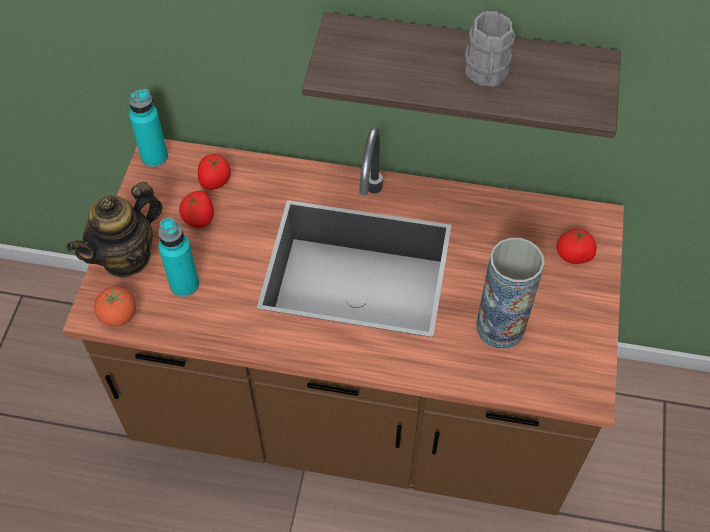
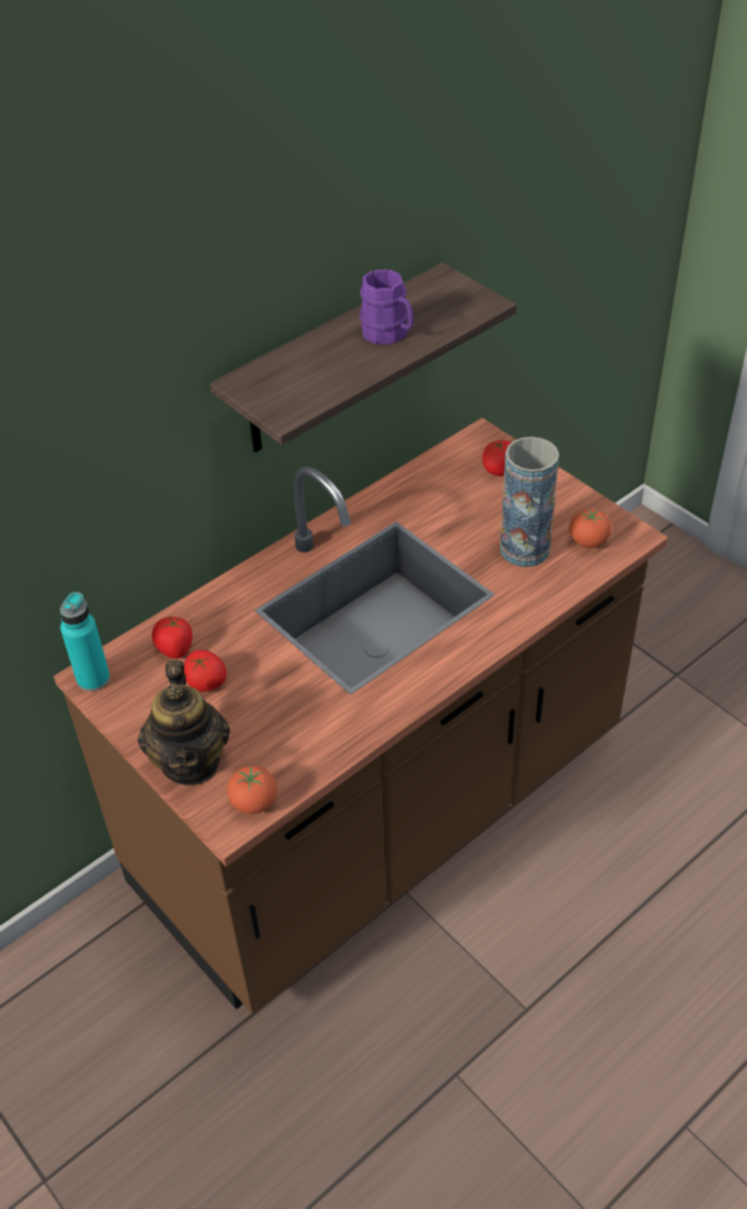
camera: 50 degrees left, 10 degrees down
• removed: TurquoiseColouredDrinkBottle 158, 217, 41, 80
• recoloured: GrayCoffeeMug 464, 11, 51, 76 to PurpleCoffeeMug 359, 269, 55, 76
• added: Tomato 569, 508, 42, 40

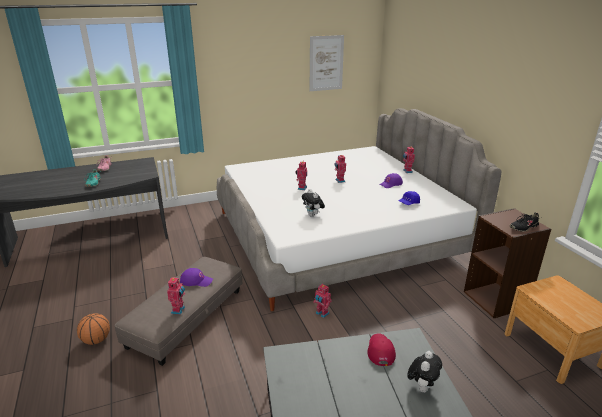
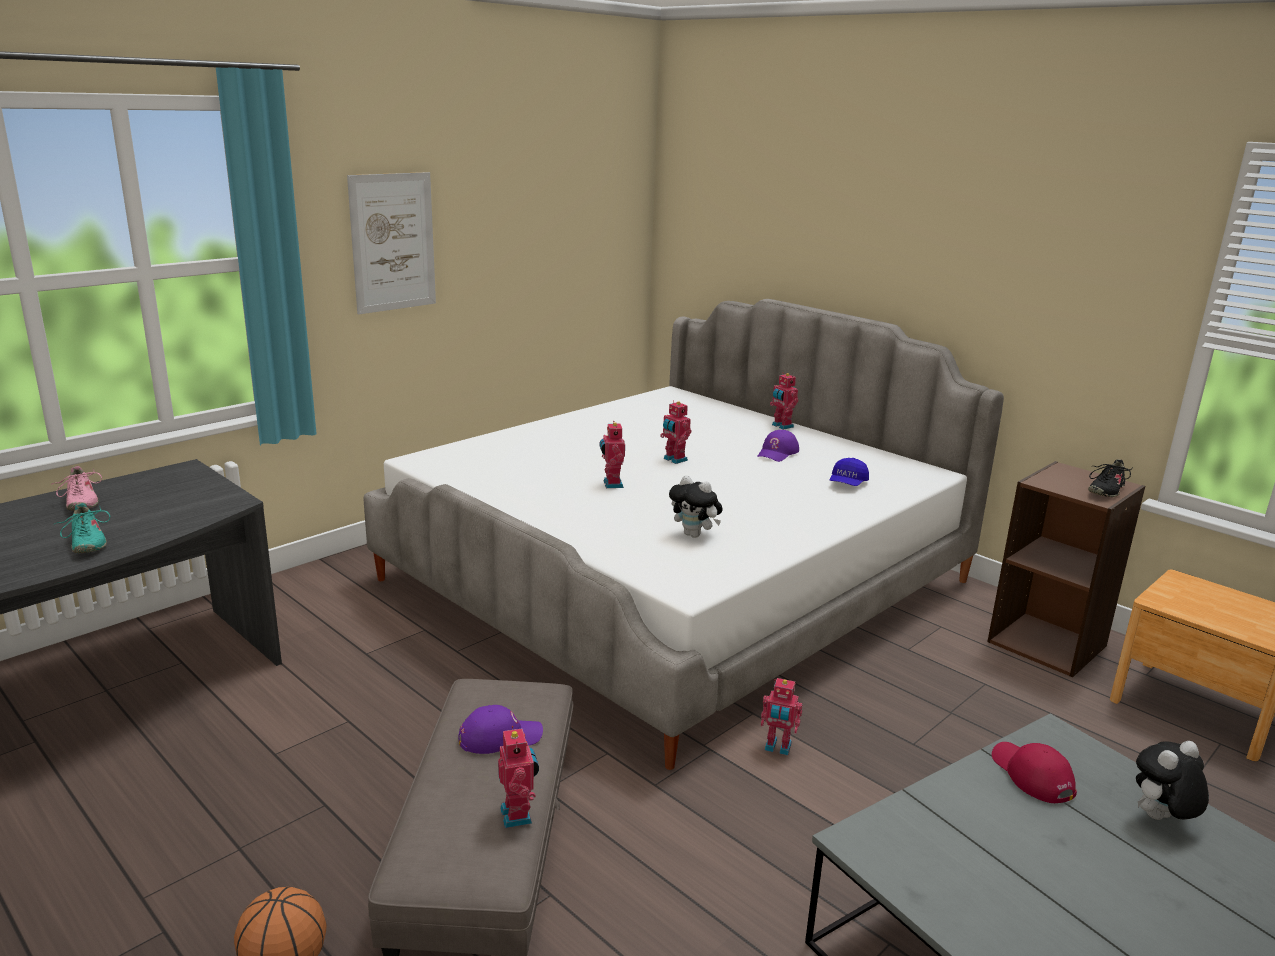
camera: 25 degrees left, 5 degrees down
• moved: WallArt 310, 35, 34, 56 to 347, 172, 89, 142
• turned: SoftToy 407, 351, 35, 42 = 1136, 741, 73, 79 120 degrees counterclockwise

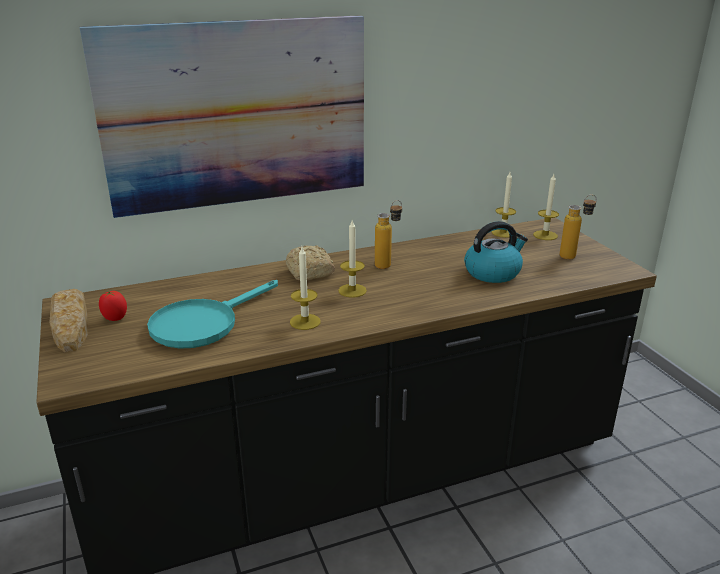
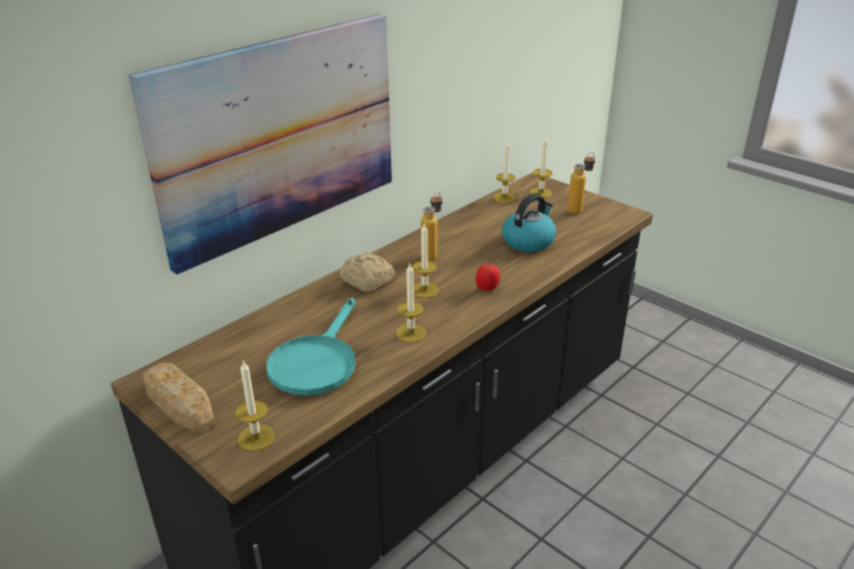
camera: 25 degrees left, 5 degrees up
• moved: Tomato 99, 291, 28, 30 to 476, 263, 24, 28
• added: WaxCandle 236, 360, 39, 91

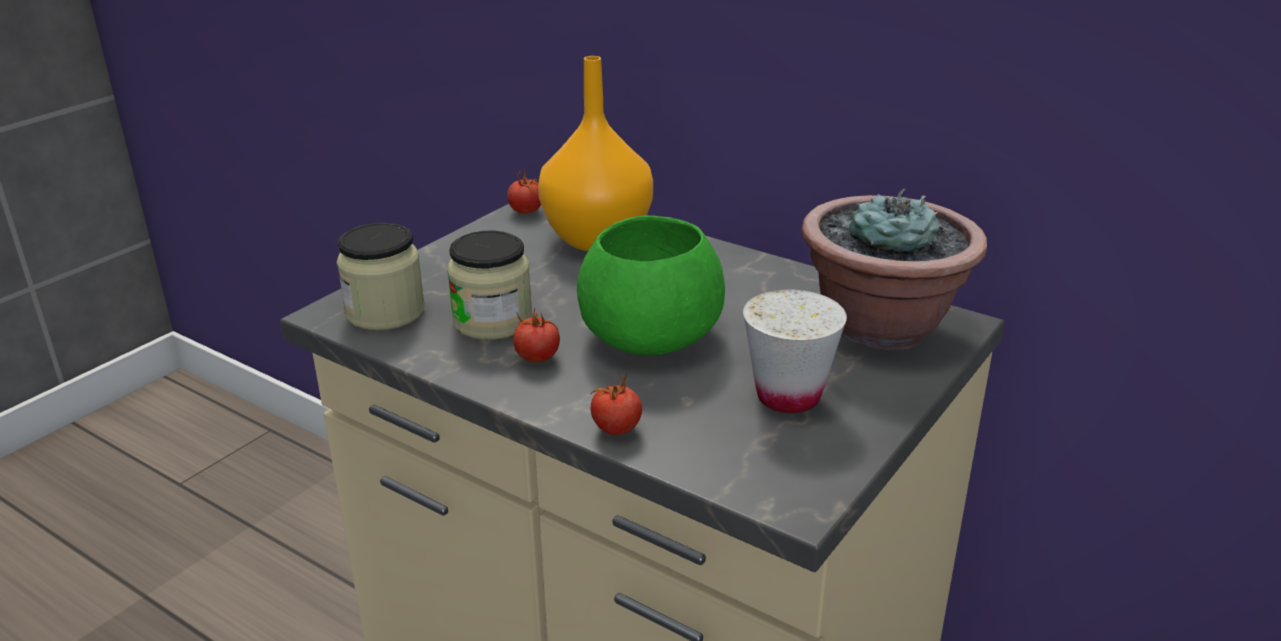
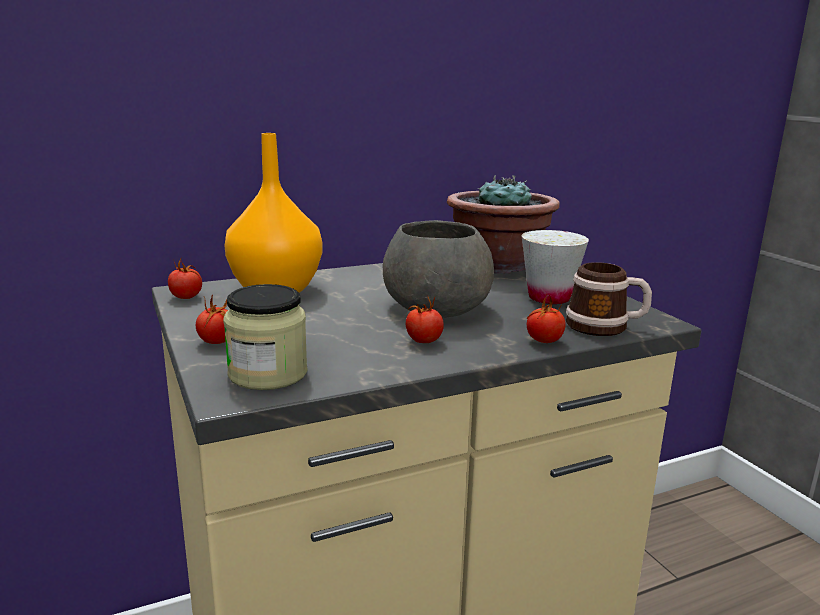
camera: 60 degrees left, 10 degrees down
• removed: StorageJar 447, 231, 85, 109
• recoloured: GreenServingBowl 577, 215, 148, 140 to GrayServingBowl 382, 220, 112, 98
• added: Tomato 196, 295, 32, 49
• added: CoffeeMug 566, 262, 86, 74

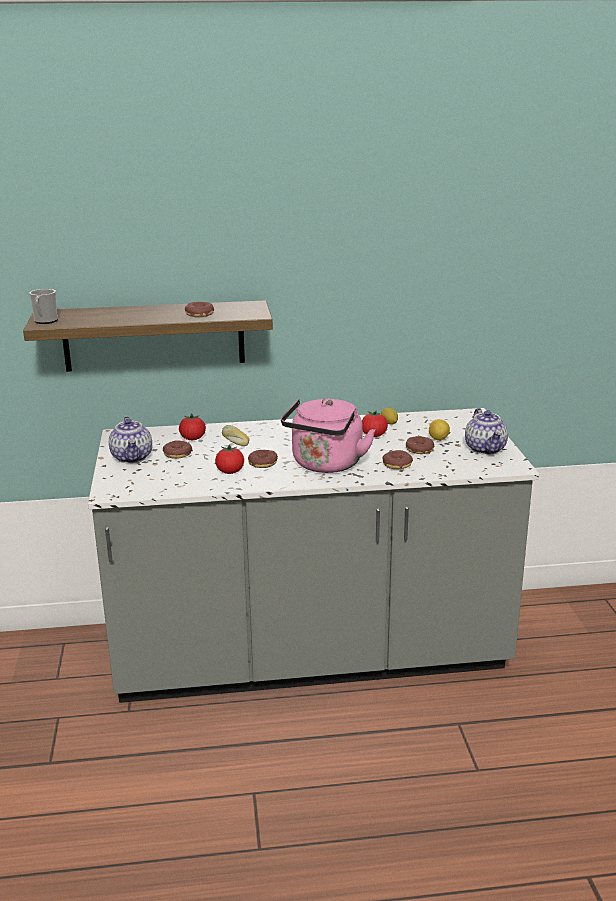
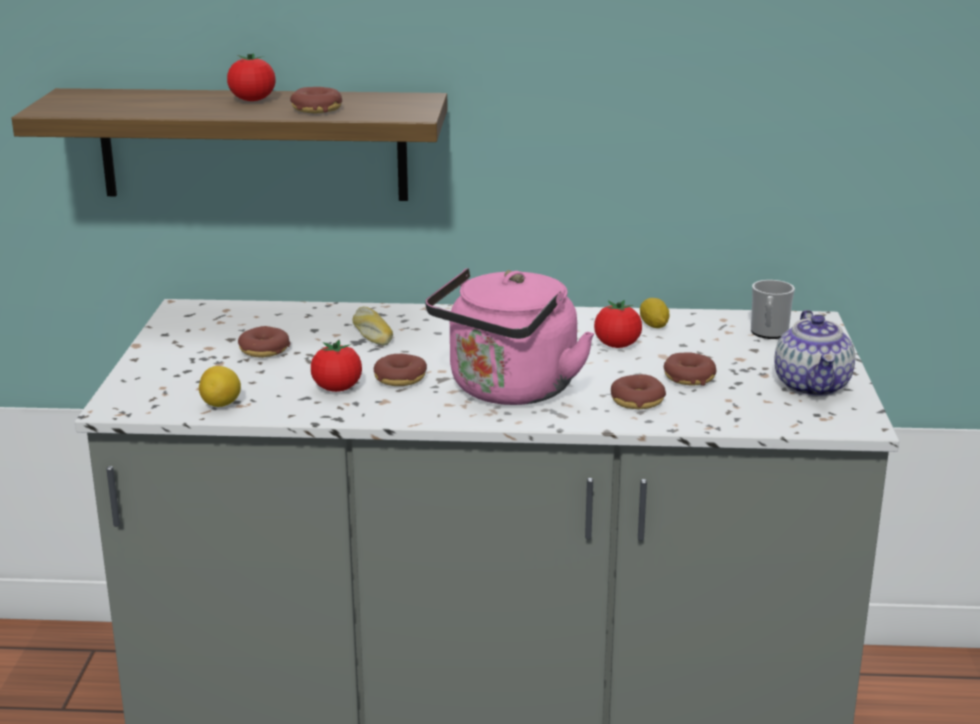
camera: 10 degrees right, 0 degrees up
• moved: CoffeeMug 29, 289, 29, 35 to 751, 280, 44, 59
• removed: Teapot 109, 416, 43, 47
• moved: Tomato 179, 413, 27, 27 to 227, 53, 49, 48
• moved: WholeLemon 429, 419, 21, 21 to 199, 366, 42, 41

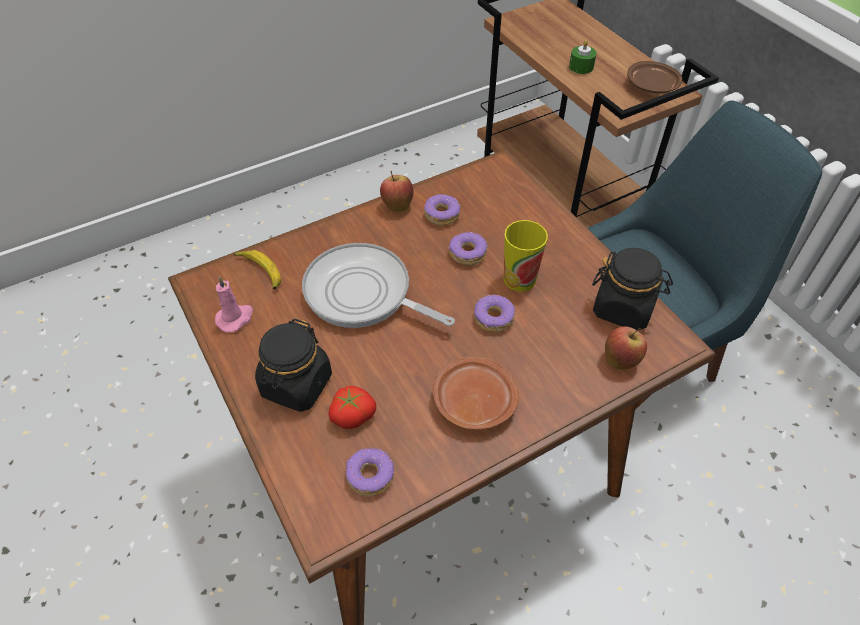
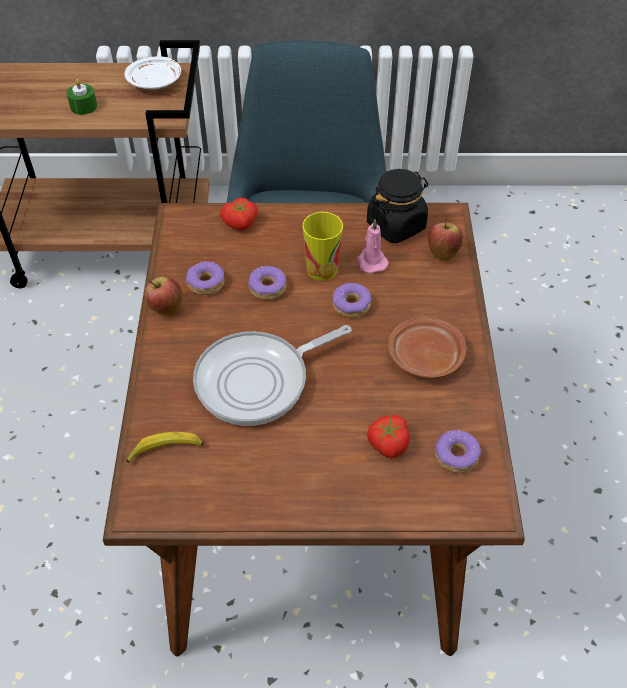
camera: 60 degrees left, 0 degrees up
• moved: PinkishWaxCandle 215, 276, 38, 57 to 357, 219, 32, 54
• removed: BlackStorageJar 255, 319, 77, 93
• recoloured: BrownColouredDinnerPlate 627, 61, 55, 32 to WhitishDinnerPlate 125, 57, 56, 32
• added: Tomato 220, 198, 38, 32

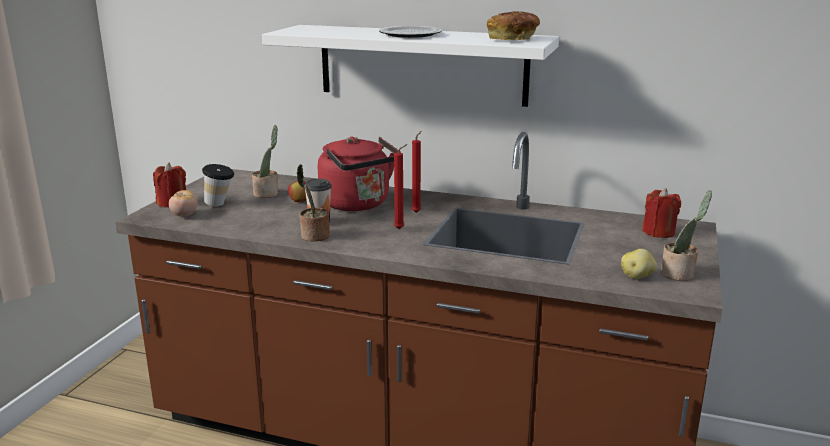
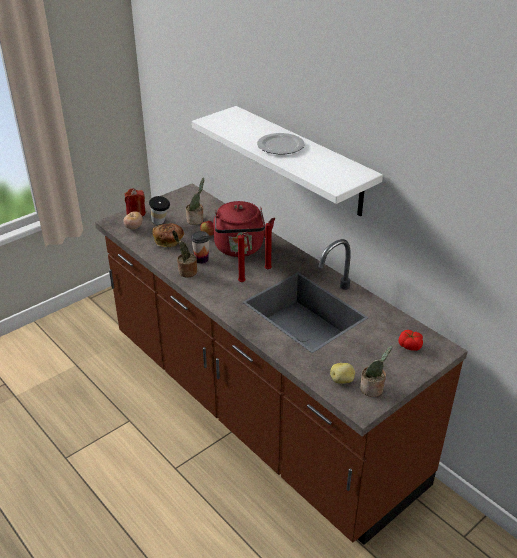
camera: 30 degrees right, 15 degrees up
• moved: BakedBread 487, 11, 53, 29 to 153, 223, 31, 24
• replaced: RedColouredWaxCandle 642, 188, 39, 50 to Tomato 398, 330, 25, 21

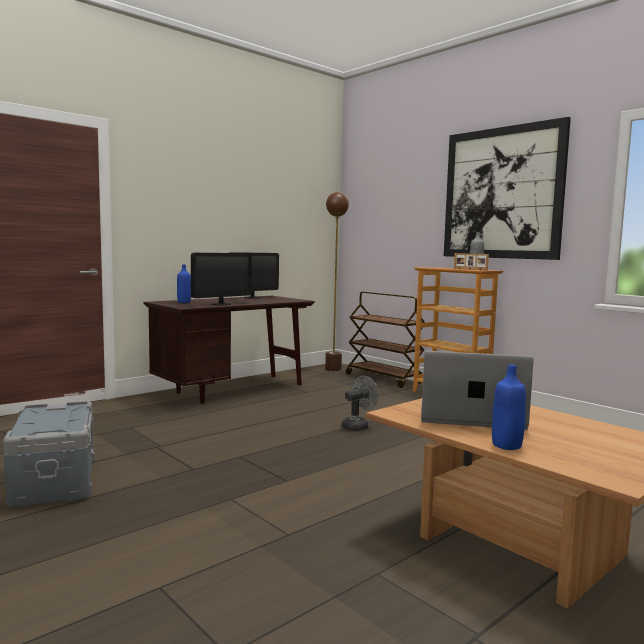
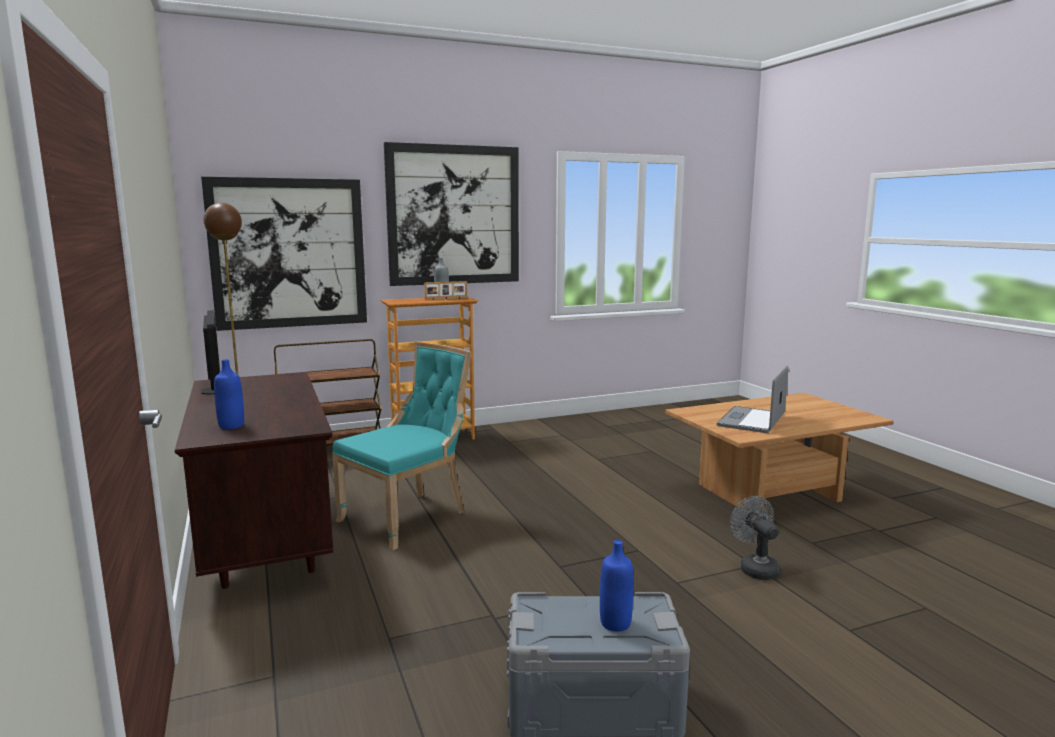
camera: 70 degrees left, 5 degrees up
• removed: ComputerDisplay 191, 253, 61, 52
• moved: GrayElectricFan 341, 376, 38, 55 to 730, 496, 51, 84
• moved: BlueColouredDrinkBottle 492, 365, 34, 85 to 600, 540, 33, 91
• added: WallArt 201, 177, 166, 154
• added: TurquoiseColouredUprightChair 332, 342, 140, 208

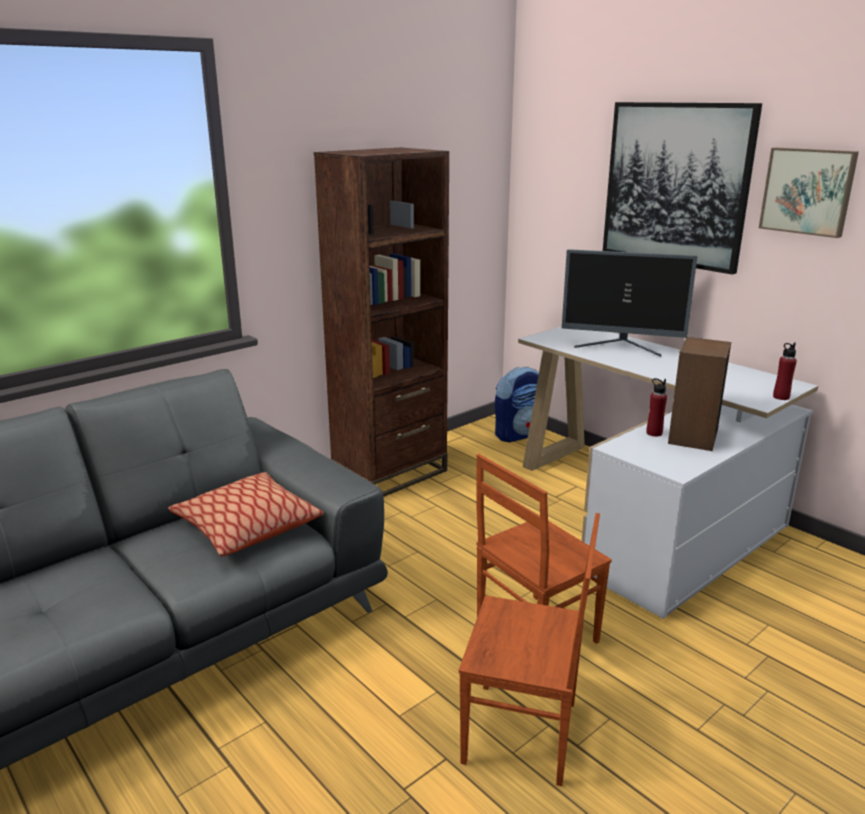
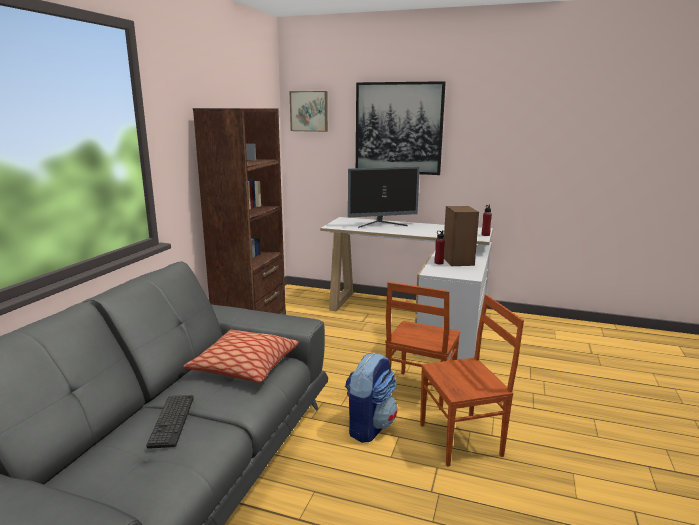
camera: 30 degrees left, 5 degrees down
• moved: Backpack 495, 366, 44, 76 to 345, 353, 52, 90
• moved: WallArt 759, 148, 100, 90 to 289, 91, 39, 41
• added: Keyboard 146, 395, 48, 54

